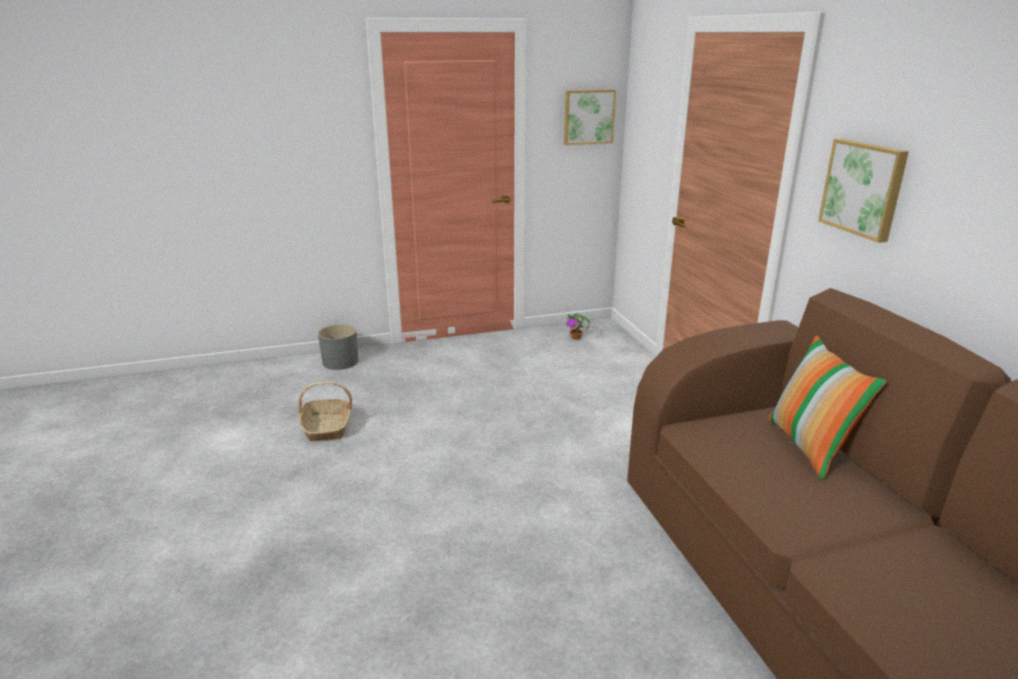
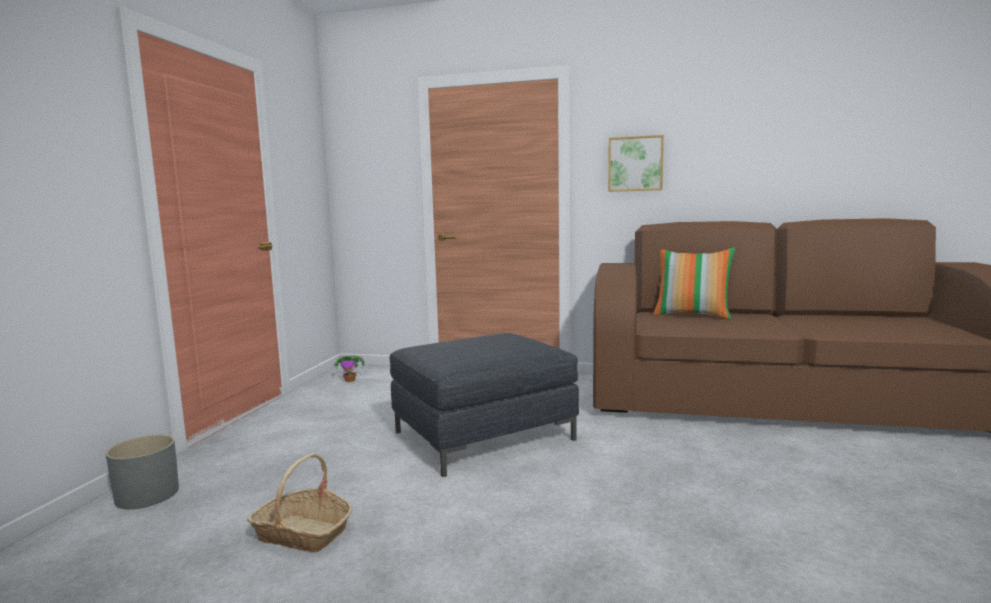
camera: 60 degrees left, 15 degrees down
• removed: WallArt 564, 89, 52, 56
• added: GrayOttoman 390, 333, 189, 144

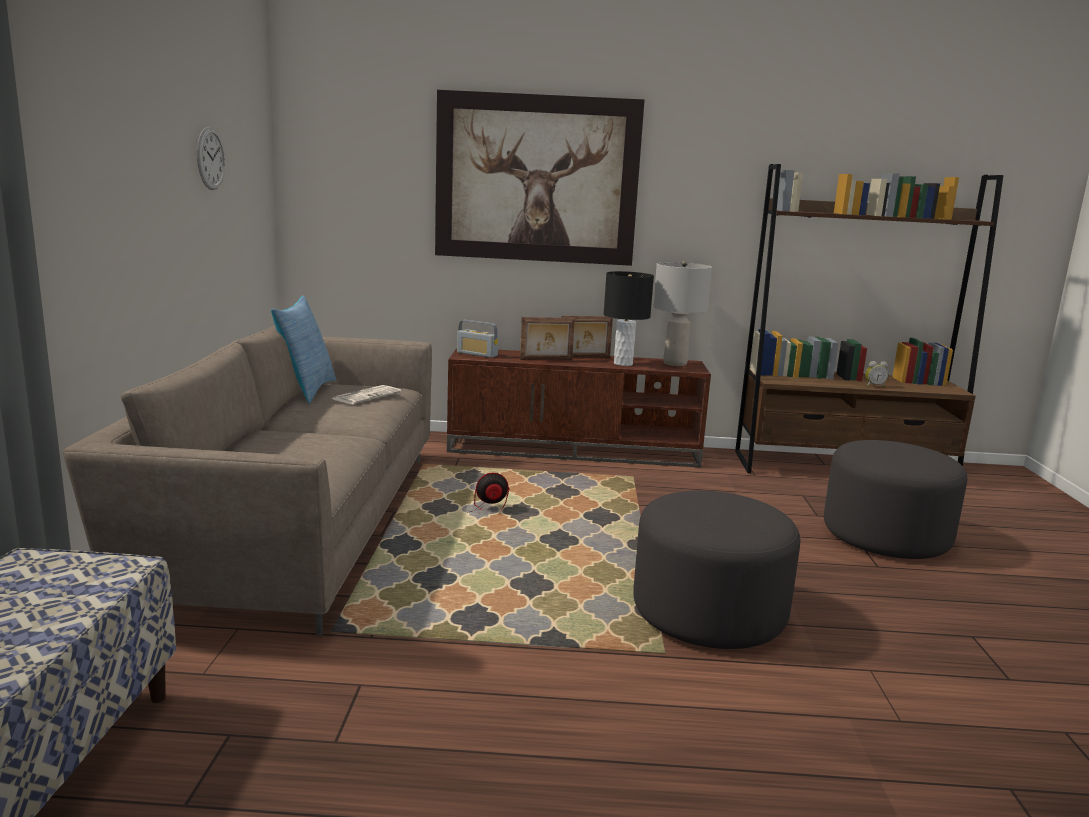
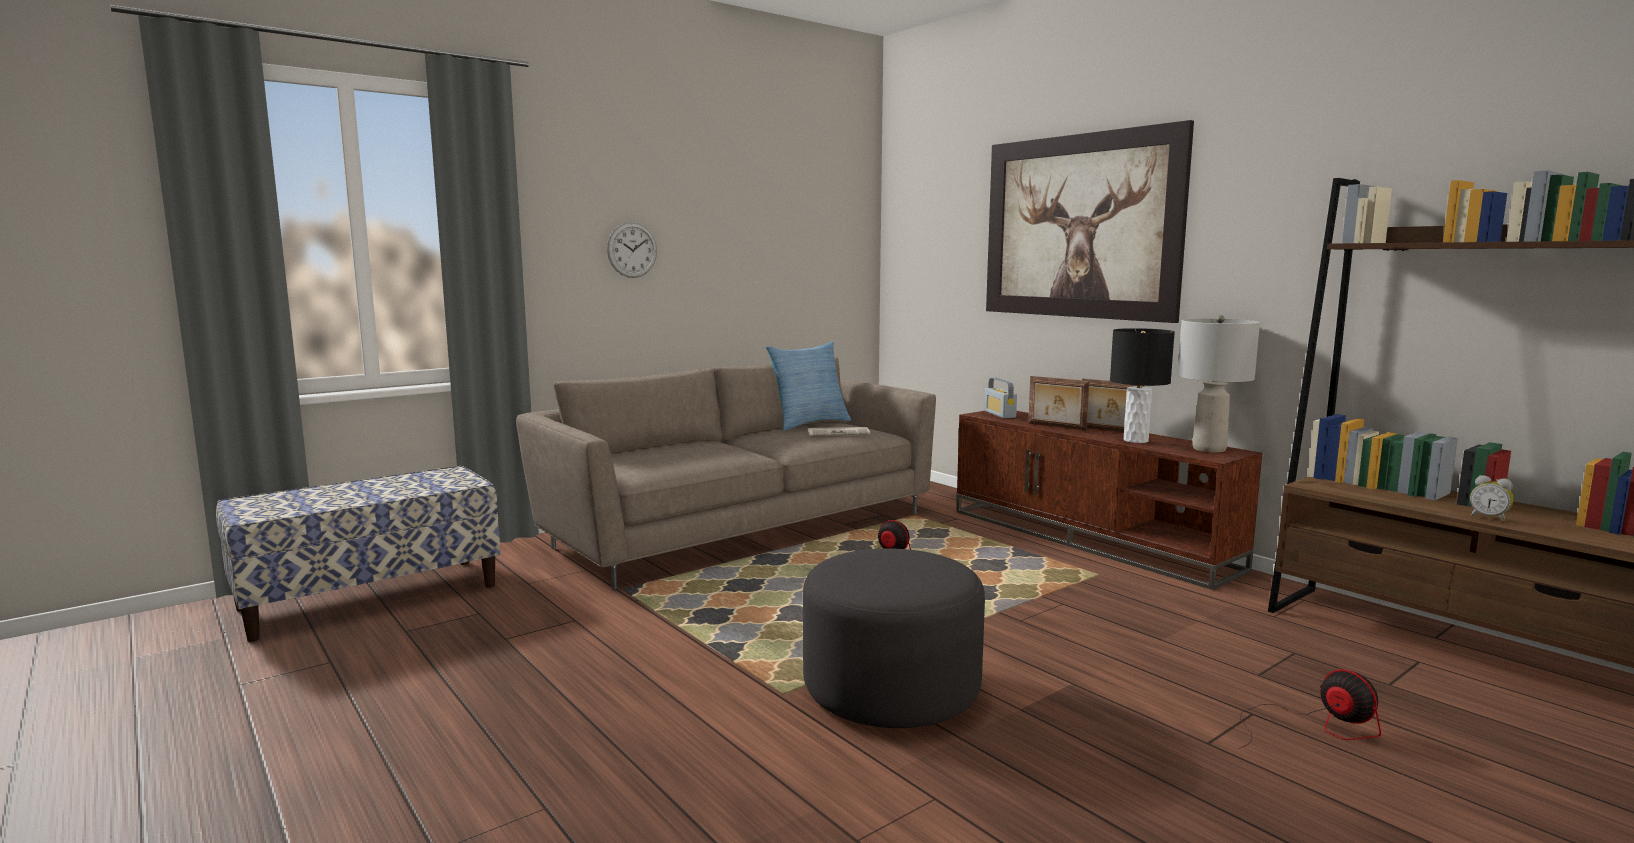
camera: 50 degrees right, 5 degrees down
• moved: WallClock 197, 127, 28, 63 to 607, 222, 50, 56
• replaced: GrayOttoman 824, 440, 143, 119 to ElectricFan 1239, 669, 142, 80

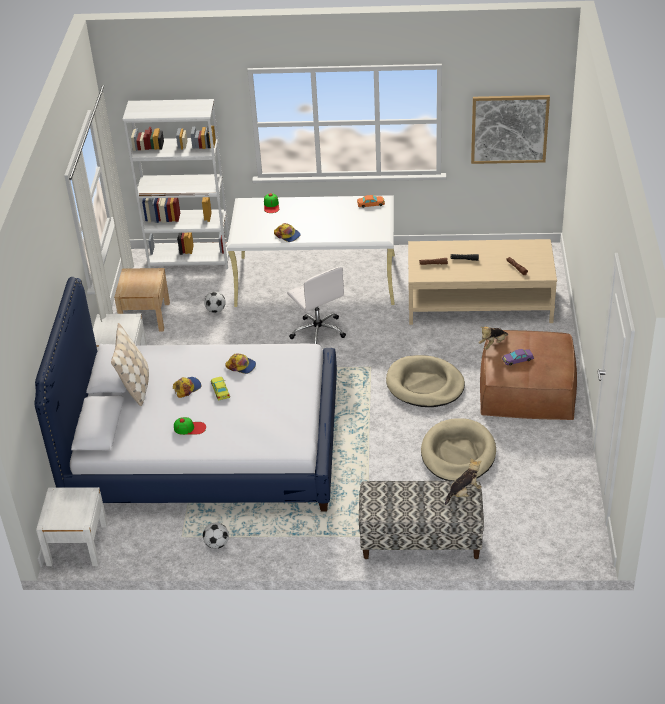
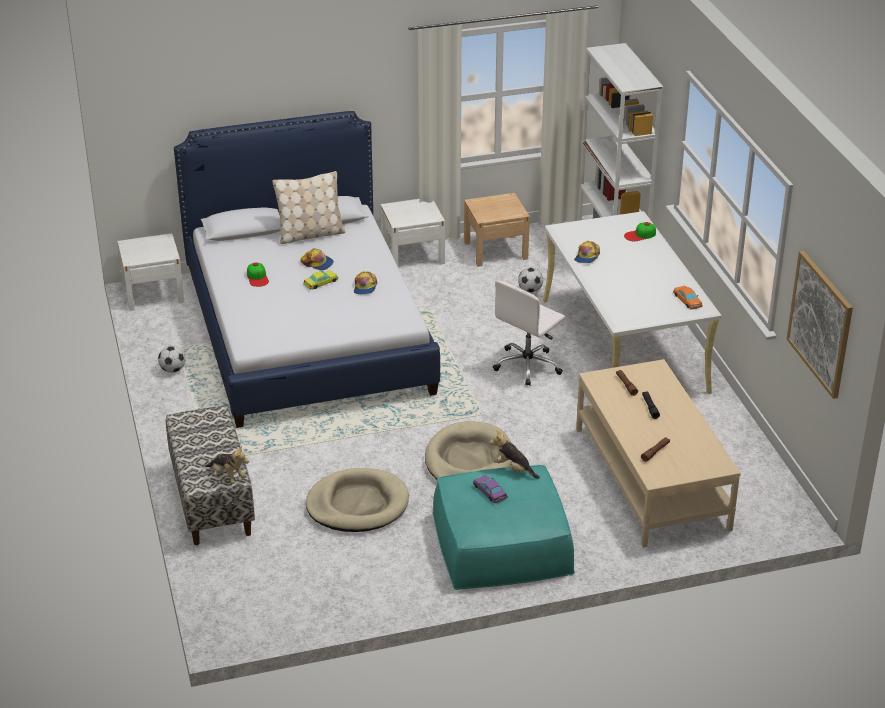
camera: 70 degrees right, 5 degrees down
• recoloured: BrownColouredOttoman 480, 330, 97, 90 to TurquoiseColouredOttoman 433, 465, 142, 125

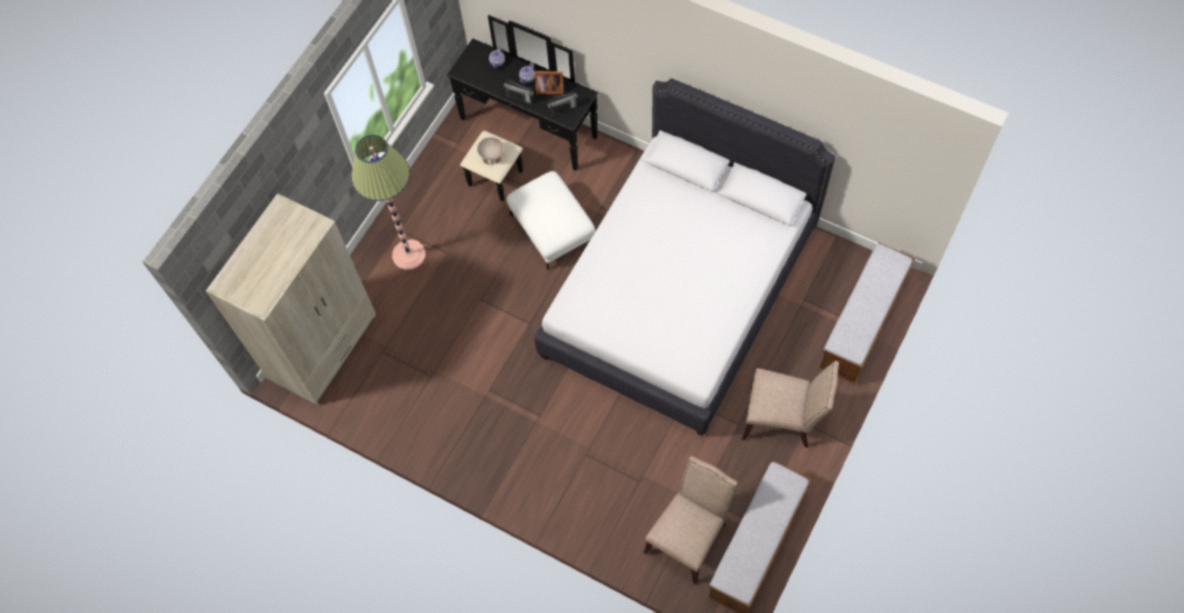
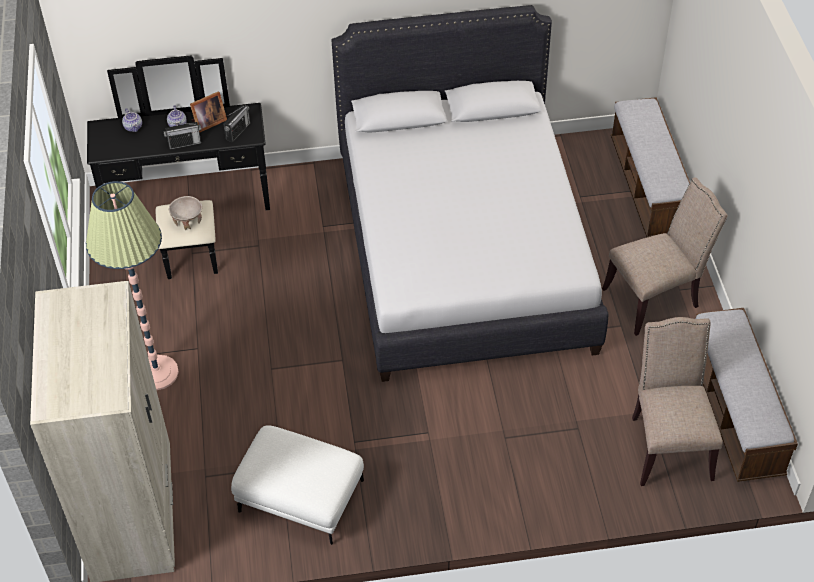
camera: 40 degrees left, 15 degrees down
• moved: WhitishOttoman 507, 171, 88, 99 to 231, 425, 133, 120

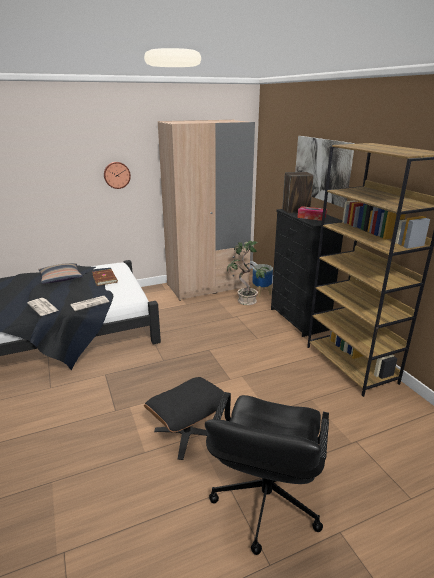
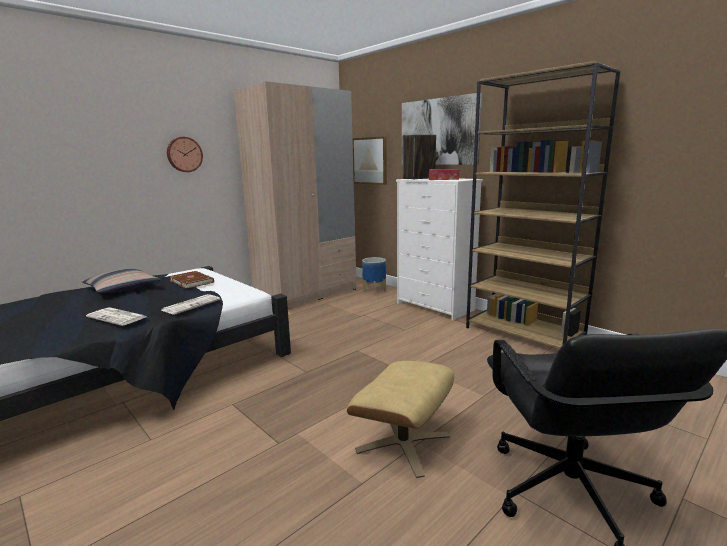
camera: 20 degrees left, 10 degrees down
• recoloured: BlackOttoman 144, 377, 81, 83 to BeigeColouredOttoman 347, 361, 107, 117
• removed: PottedPlant 227, 241, 42, 64
• recoloured: BlackChestOfDrawers 271, 209, 72, 128 to WhitishChestOfDrawers 396, 178, 87, 142
• added: WallArt 352, 136, 35, 49

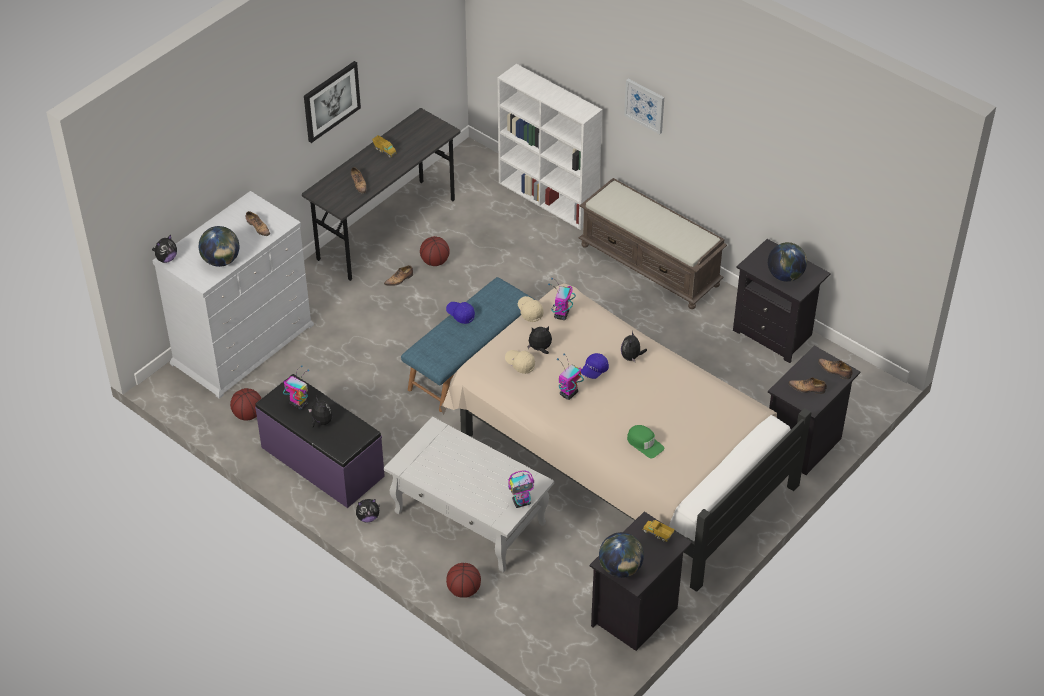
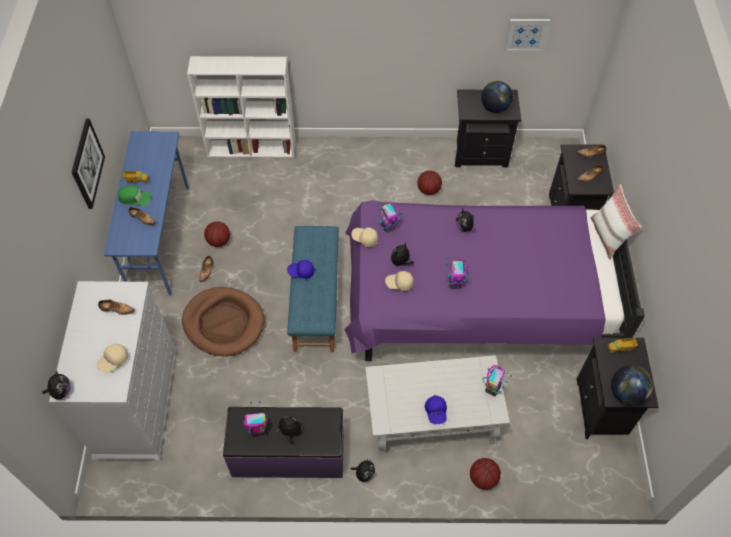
camera: 40 degrees left, 10 degrees up
• replaced: DeskGlobe 199, 226, 40, 41 to BeigeColouredPeakedCap 97, 344, 31, 28
• moved: BallForBasketball 230, 388, 32, 33 to 417, 171, 25, 24
• recoloured: GrayDesk 302, 108, 159, 173 to BlueColouredDesk 104, 131, 85, 165
• recoloured: BeigeColouredBedroomBed 440, 283, 371, 309 to PurpleBedroomBed 344, 191, 301, 170
• removed: BrownColouredBench 579, 178, 148, 131
• moved: BlueColouredPeakedCap 581, 353, 28, 26 to 425, 395, 22, 29
• moved: WallArt 624, 79, 40, 55 to 504, 19, 46, 33
• moved: GreenPeakedCap 627, 425, 37, 33 to 118, 186, 33, 20
• added: BrownColouredDogBed 182, 287, 83, 69
• added: WhitishThrowPillow 591, 184, 51, 76

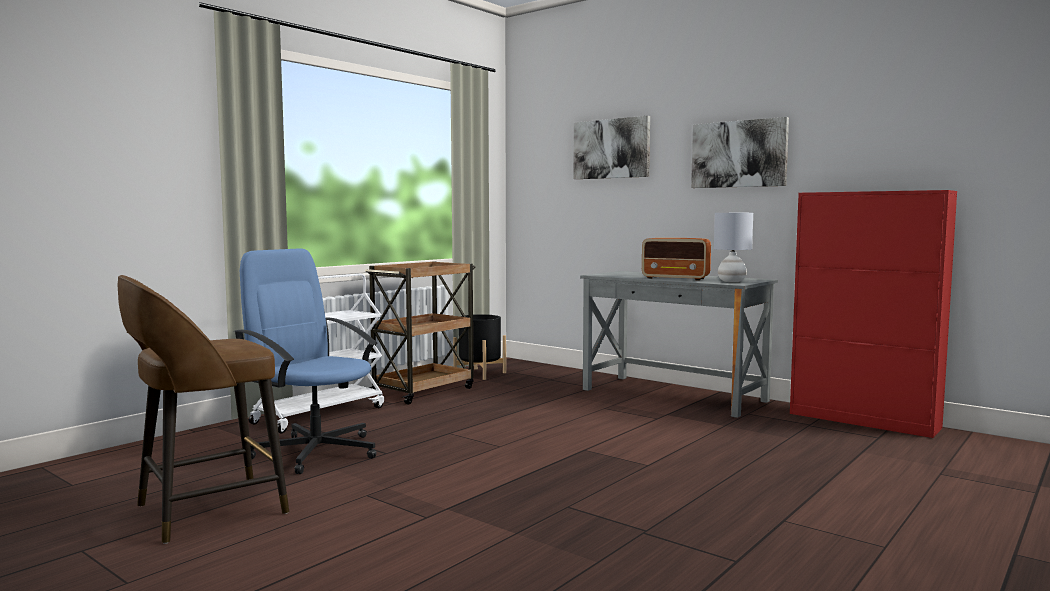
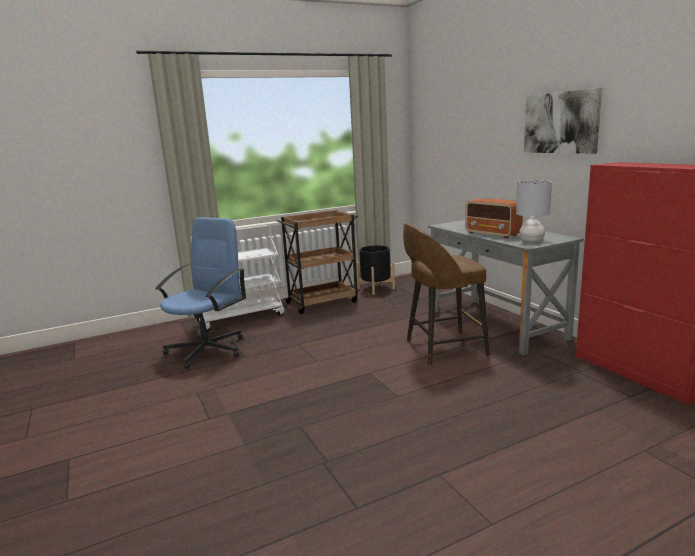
camera: 25 degrees right, 10 degrees up
• moved: BrownColouredStoolSeat 118, 275, 171, 269 to 403, 223, 87, 143
• turned: BlueColouredOfficeChair 234, 249, 144, 225 = 155, 217, 91, 152 60 degrees clockwise
• removed: WallArt 573, 116, 77, 63

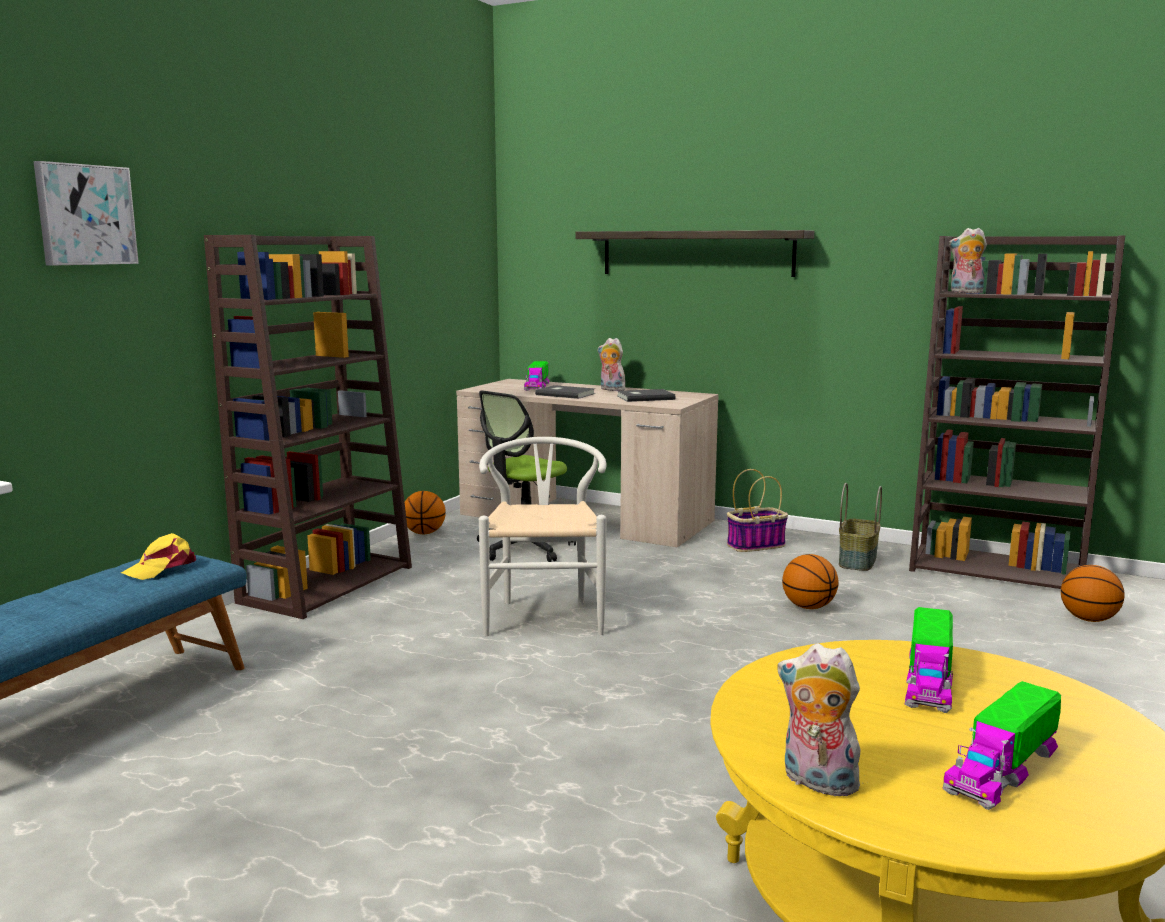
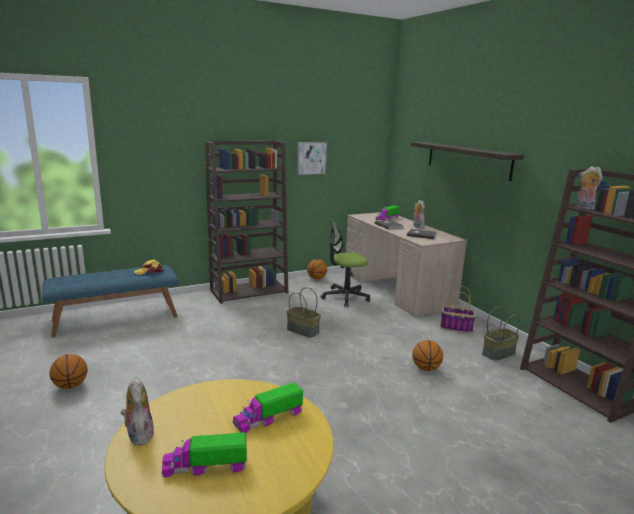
camera: 35 degrees right, 5 degrees up
• moved: WallArt 33, 161, 106, 105 to 297, 142, 30, 33
• replaced: WhitishUprightChair 479, 437, 128, 199 to HouseholdBasket 287, 287, 34, 51
• moved: BallForBasketball 1061, 565, 64, 57 to 50, 354, 37, 35

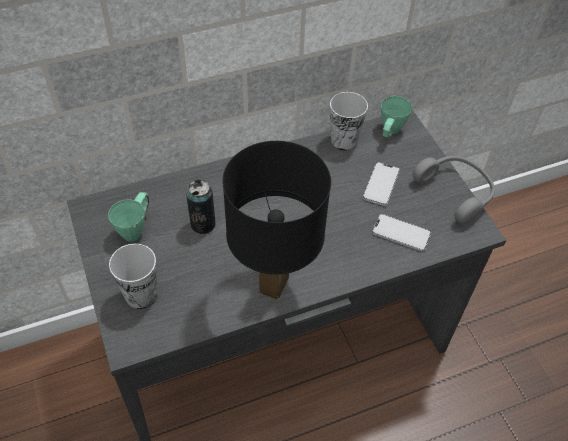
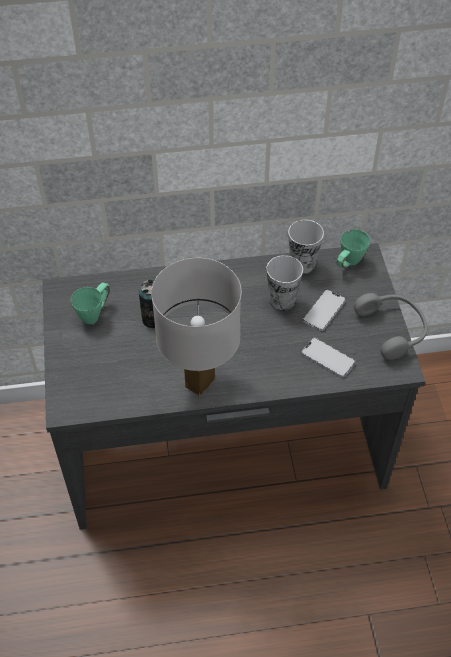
camera: 15 degrees right, 0 degrees up
• moved: Cup 109, 243, 48, 66 to 266, 255, 37, 56
• recoloured: BlackTableLamp 222, 141, 109, 159 to WhitishTableLamp 151, 258, 91, 138

